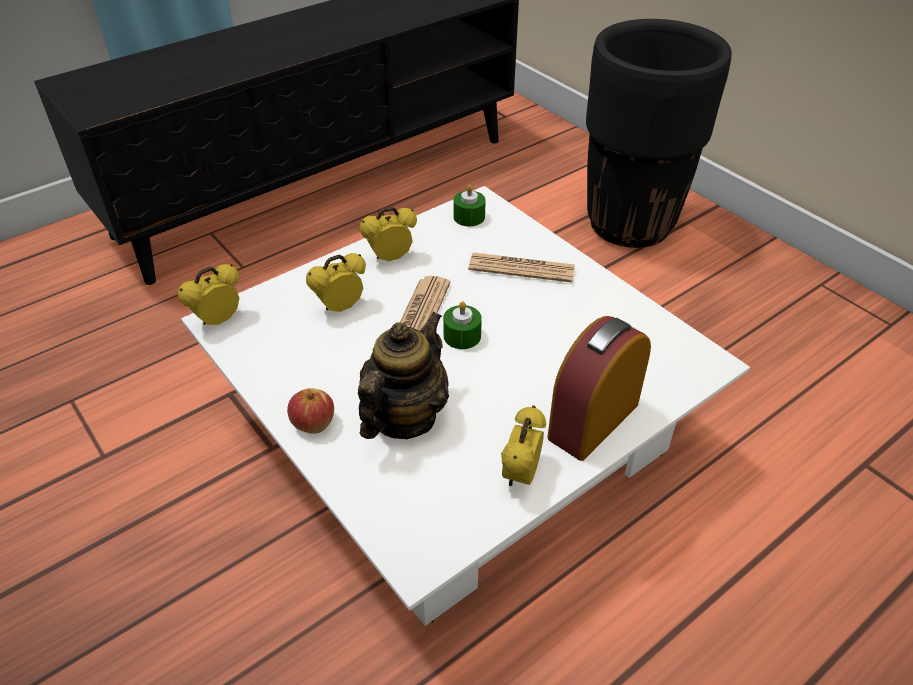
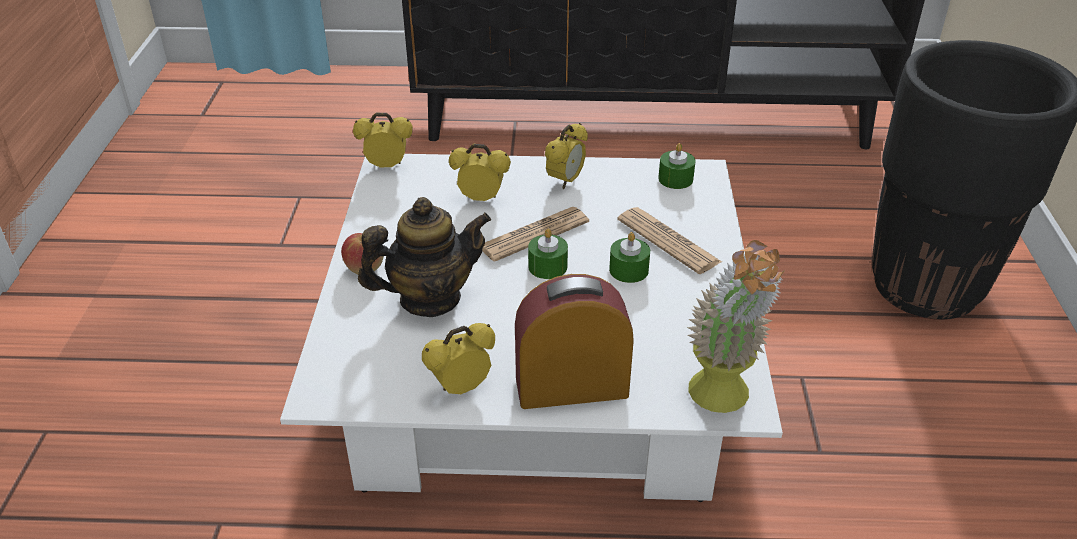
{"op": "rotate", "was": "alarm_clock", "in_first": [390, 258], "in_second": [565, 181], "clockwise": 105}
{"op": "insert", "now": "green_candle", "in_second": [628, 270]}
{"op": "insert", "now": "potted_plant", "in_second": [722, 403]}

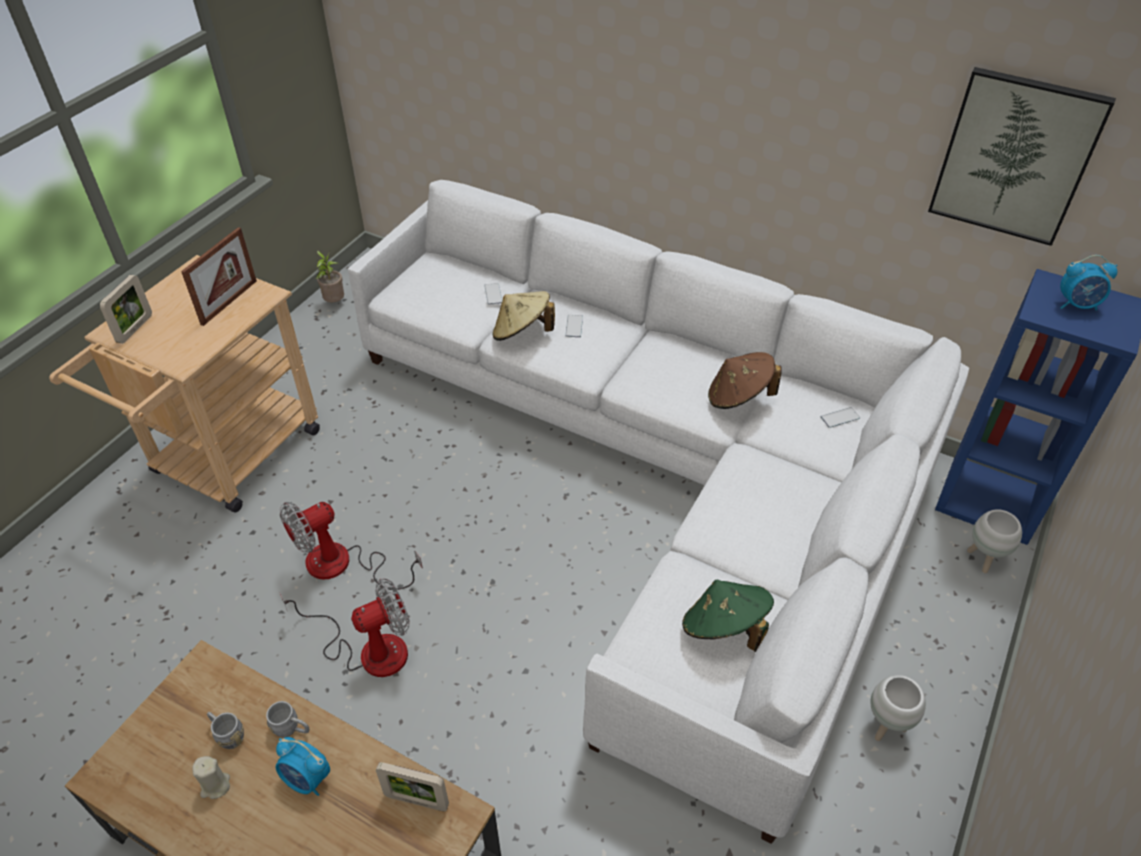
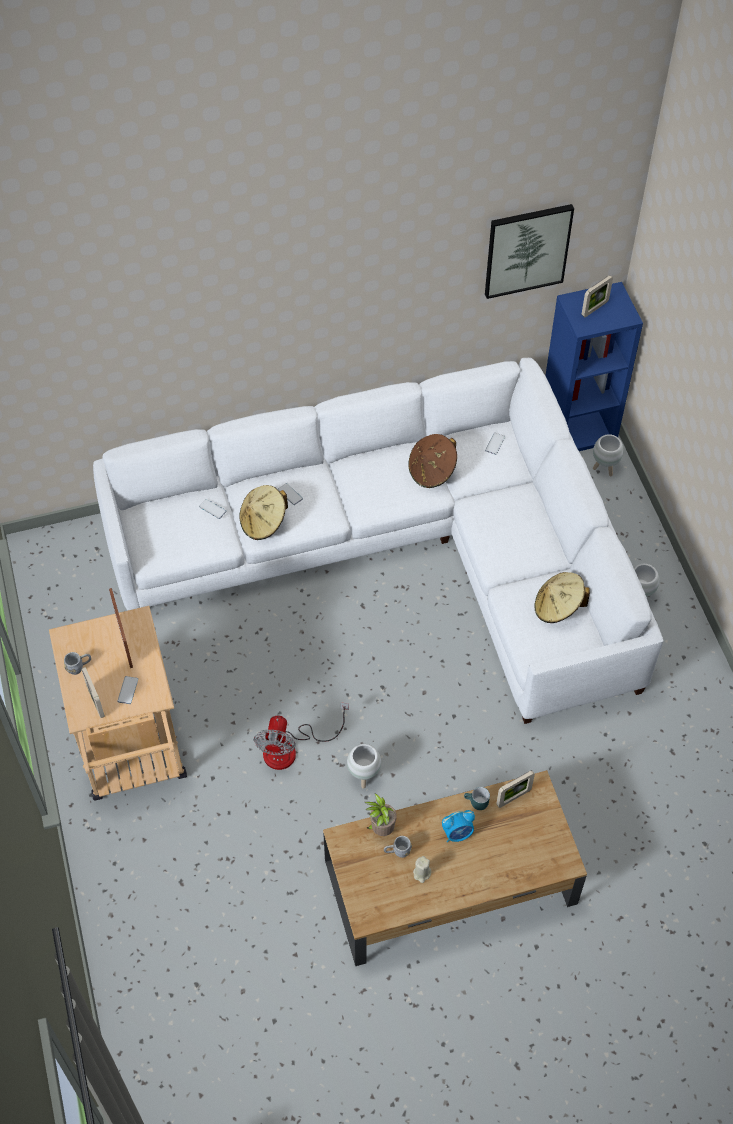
{"op": "move", "was": "grey_mug", "in_first": [292, 729], "in_second": [79, 667]}
{"op": "insert", "now": "phone", "in_second": [128, 690]}
{"op": "replace", "was": "fan", "now": "white_planter", "in_first": [368, 649], "in_second": [363, 776]}
{"op": "move", "was": "potted_plant", "in_first": [334, 302], "in_second": [381, 829]}
{"op": "insert", "now": "turquoise_mug", "in_second": [476, 803]}
{"op": "recolor", "was": "green_hat", "now": "beige_hat", "in_first": [724, 628], "in_second": [558, 607]}
{"op": "replace", "was": "alarm_clock", "now": "picture_frame", "in_first": [1077, 305], "in_second": [594, 308]}

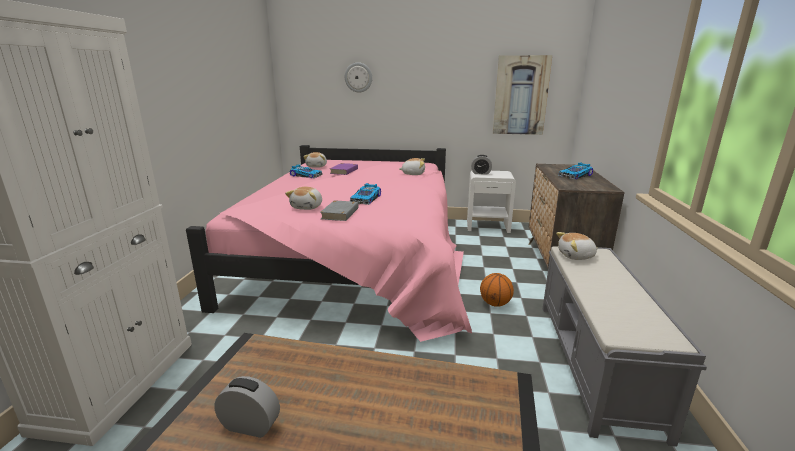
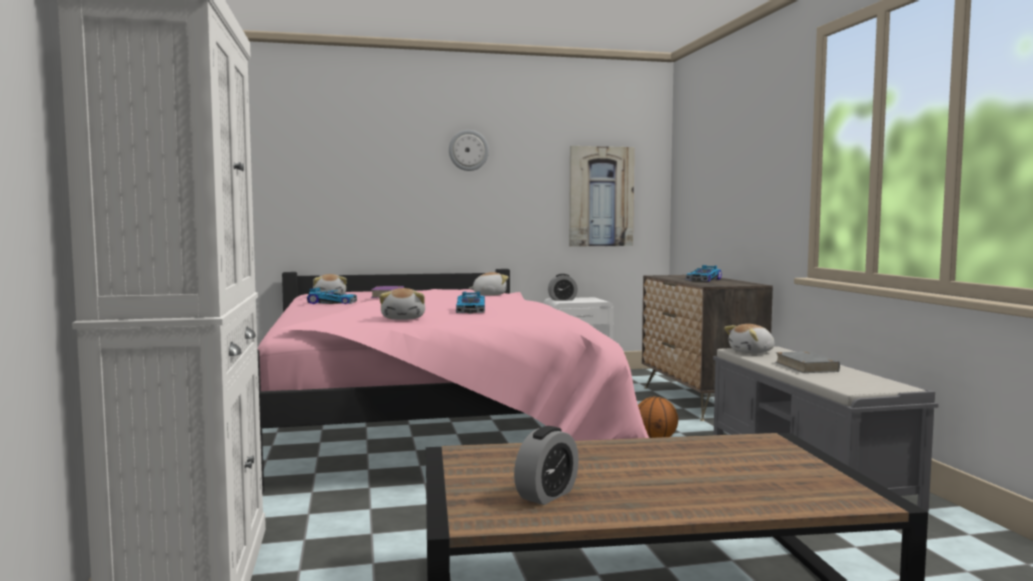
{"op": "move", "was": "wall_clock", "in_first": [358, 77], "in_second": [468, 150]}
{"op": "rotate", "was": "alarm_clock", "in_first": [250, 425], "in_second": [547, 495], "clockwise": 135}
{"op": "move", "was": "grey_book", "in_first": [340, 213], "in_second": [806, 367]}

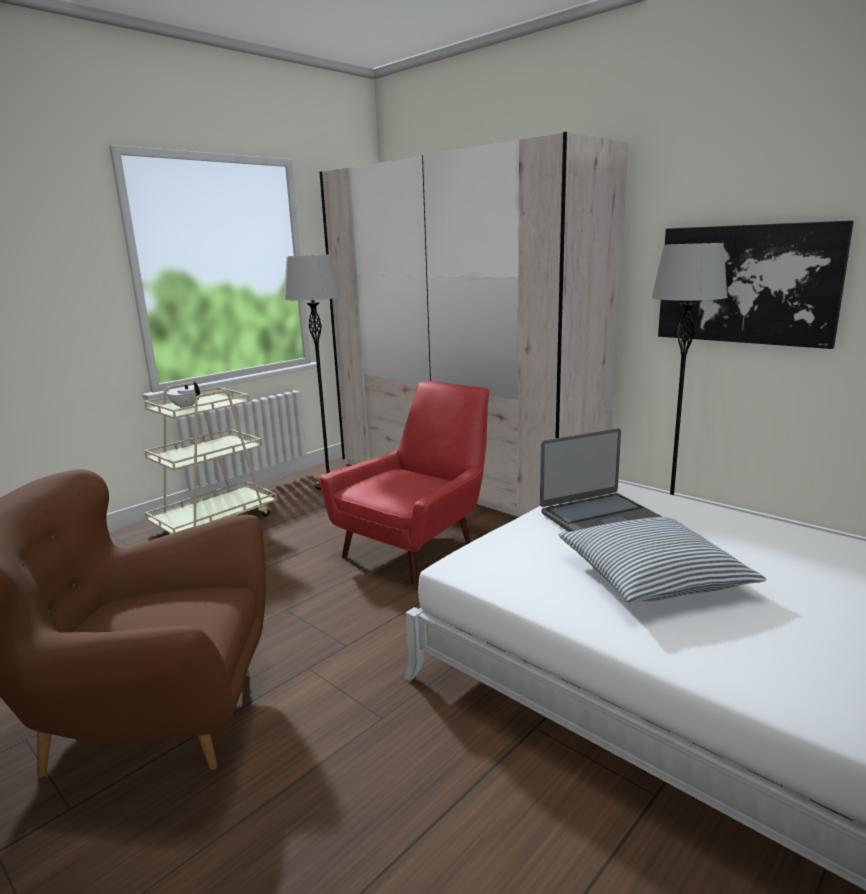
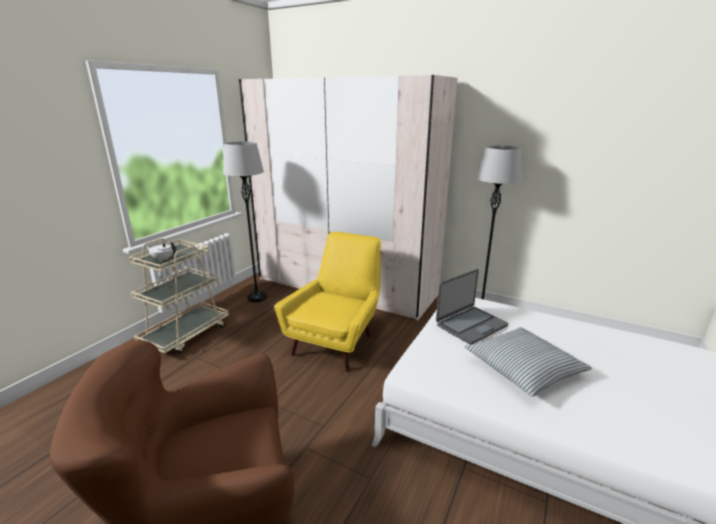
{"op": "recolor", "was": "red_armchair", "now": "yellow_armchair", "in_first": [418, 545], "in_second": [337, 341]}
{"op": "delete", "was": "picture", "in_first": [746, 284]}

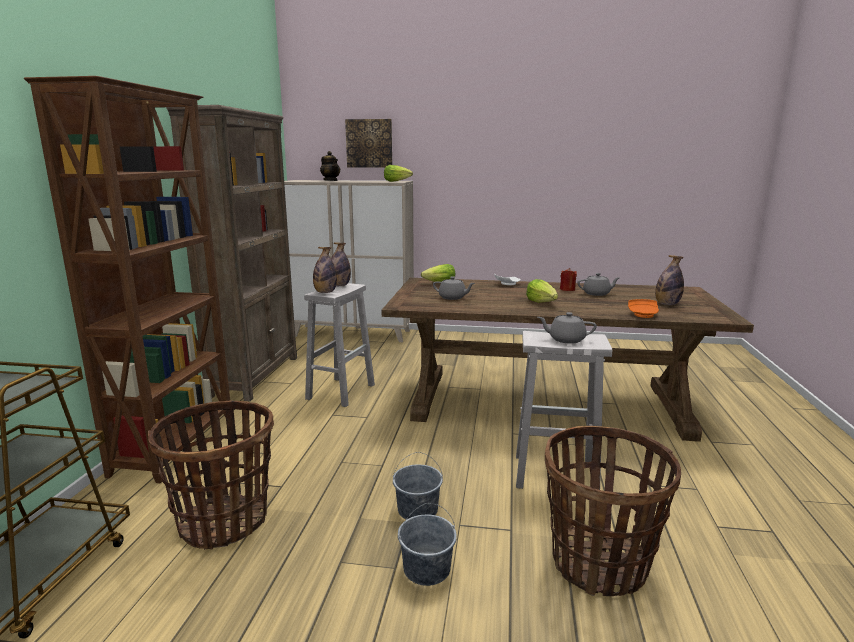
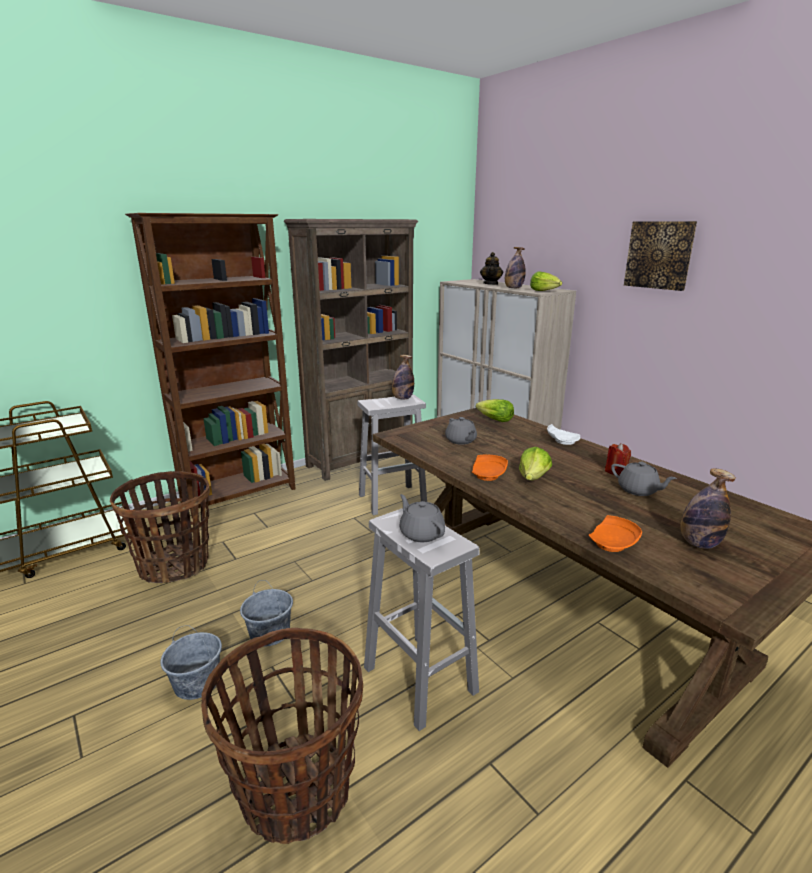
{"op": "insert", "now": "orange_plate", "in_second": [488, 475]}
{"op": "move", "was": "bottle", "in_first": [325, 292], "in_second": [513, 288]}
{"op": "move", "was": "picture", "in_first": [369, 143], "in_second": [659, 255]}

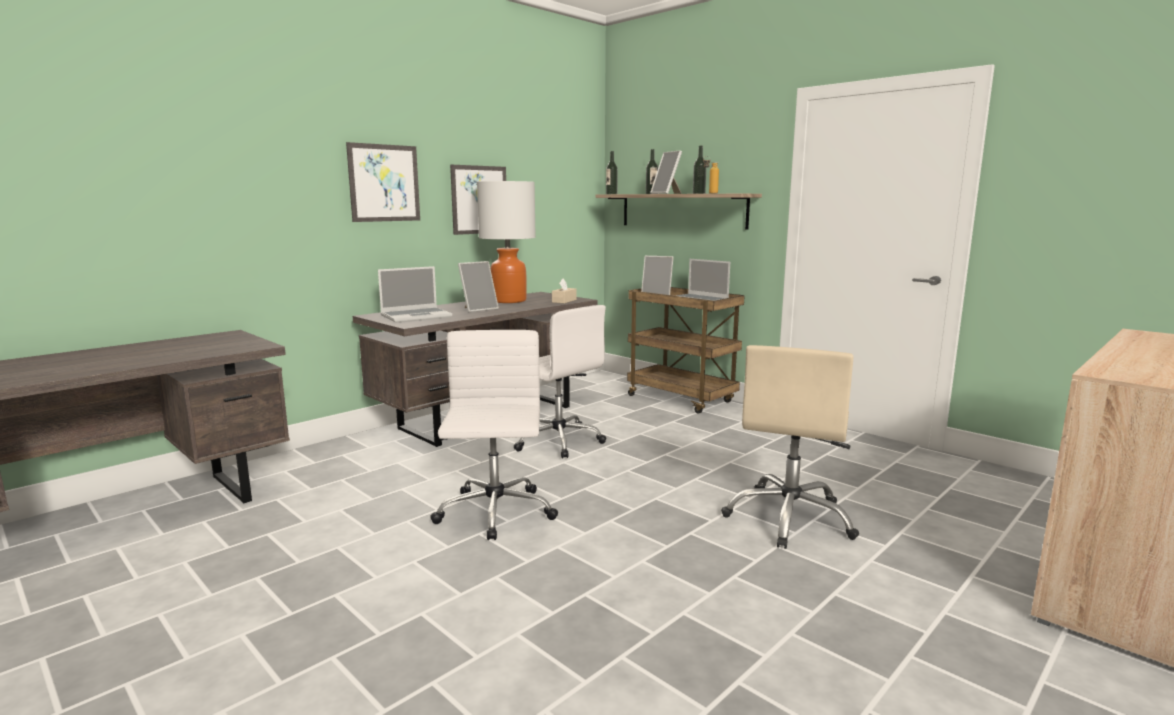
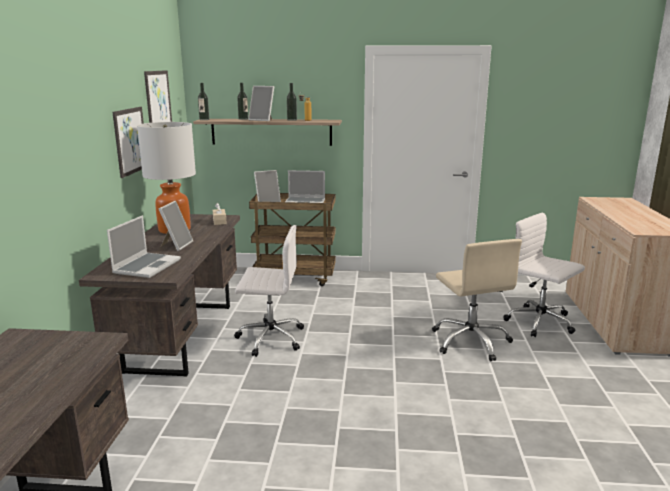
{"op": "move", "was": "picture", "in_first": [384, 183], "in_second": [158, 100]}
{"op": "move", "was": "white_office_chair", "in_first": [495, 513], "in_second": [541, 322]}

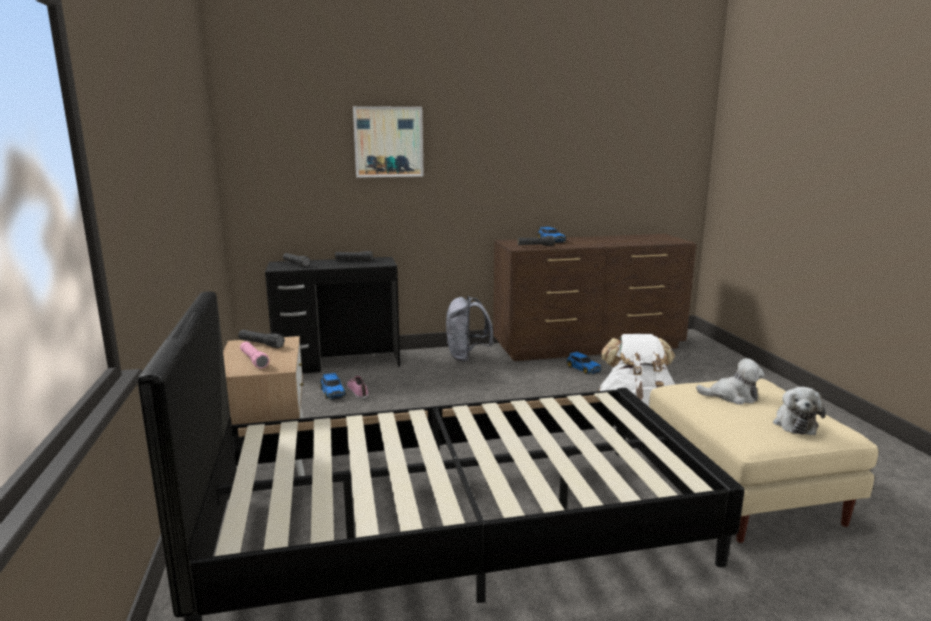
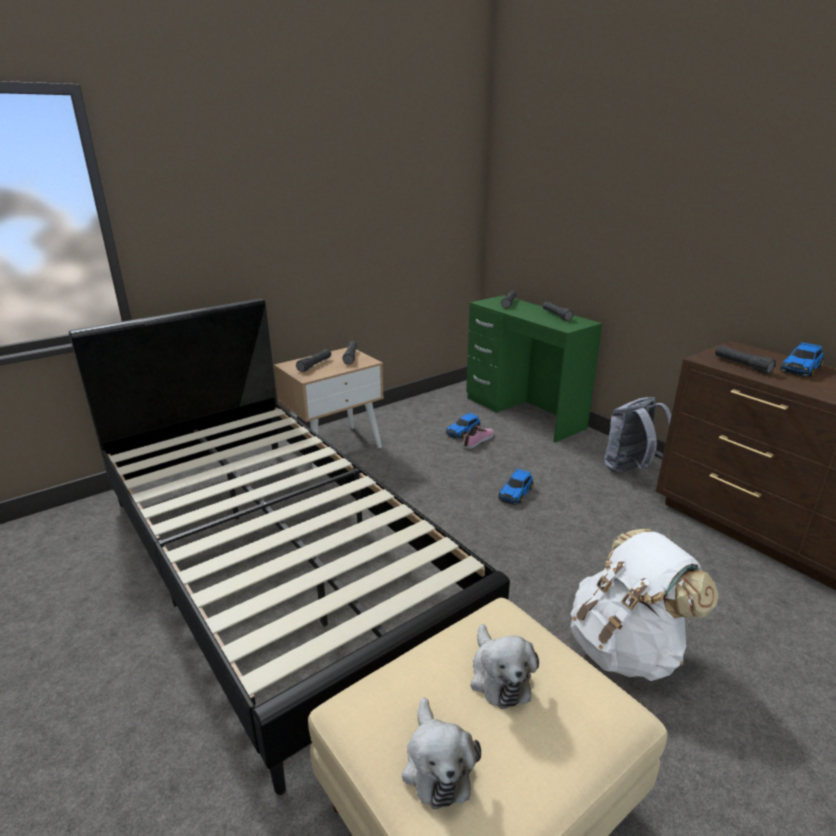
{"op": "recolor", "was": "pink_flashlight", "now": "black_flashlight", "in_first": [254, 360], "in_second": [315, 365]}
{"op": "rotate", "was": "plush_toy", "in_first": [794, 423], "in_second": [436, 764], "clockwise": -90}
{"op": "recolor", "was": "black_desk", "now": "green_desk", "in_first": [338, 363], "in_second": [524, 412]}
{"op": "move", "was": "toy_car", "in_first": [583, 368], "in_second": [516, 492]}
{"op": "delete", "was": "picture", "in_first": [388, 142]}

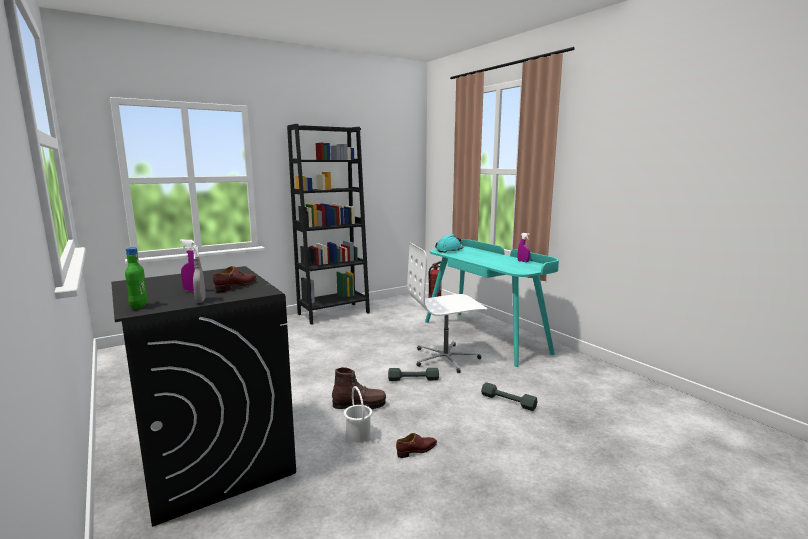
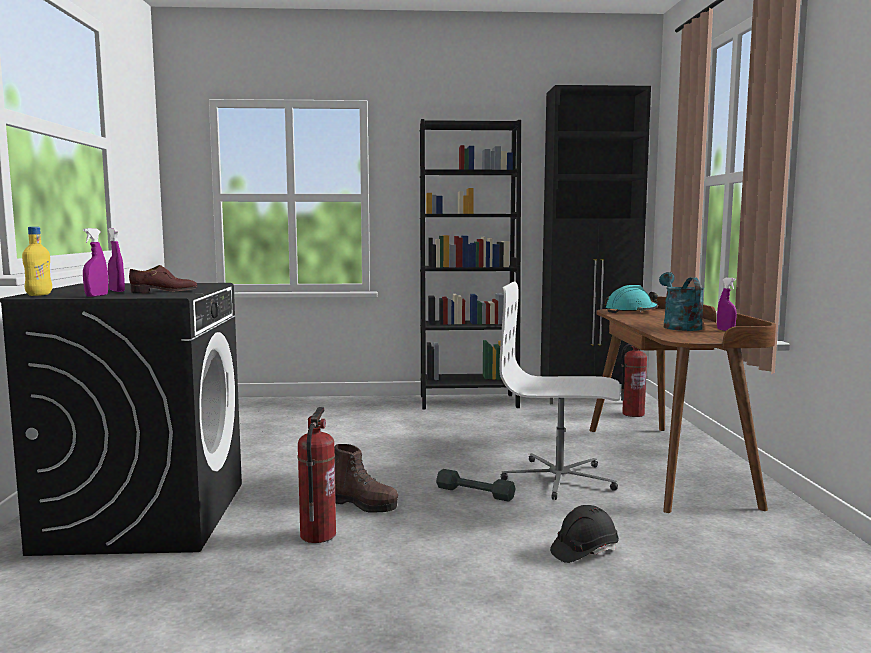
{"op": "recolor", "was": "green_bottle", "now": "yellow_bottle", "in_first": [139, 306], "in_second": [39, 295]}
{"op": "recolor", "was": "grey_spray_bottle", "now": "purple_spray_bottle", "in_first": [200, 301], "in_second": [96, 296]}
{"op": "replace", "was": "white_bucket", "now": "fire_extinguisher", "in_first": [358, 435], "in_second": [317, 535]}
{"op": "insert", "now": "black_cabinet", "in_second": [589, 399]}
{"op": "replace", "was": "grey_dumbbell", "now": "black_hard_hat", "in_first": [508, 401], "in_second": [584, 551]}
{"op": "recolor", "was": "turquoise_desk", "now": "brown_desk", "in_first": [485, 336], "in_second": [666, 464]}
{"op": "insert", "now": "turquoise_watering_can", "in_second": [679, 326]}
{"op": "delete", "was": "brown_shoe", "in_first": [417, 450]}

